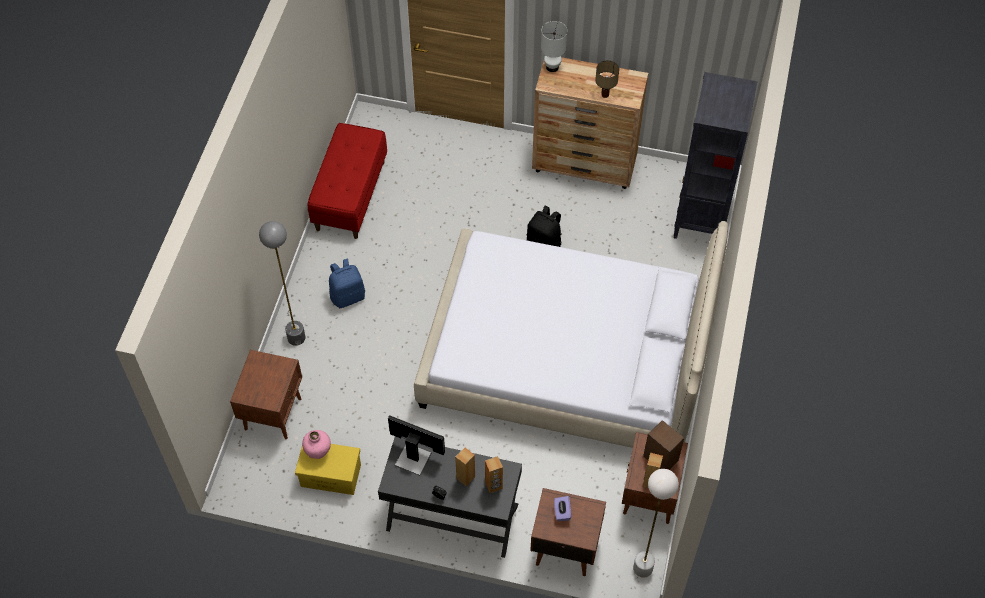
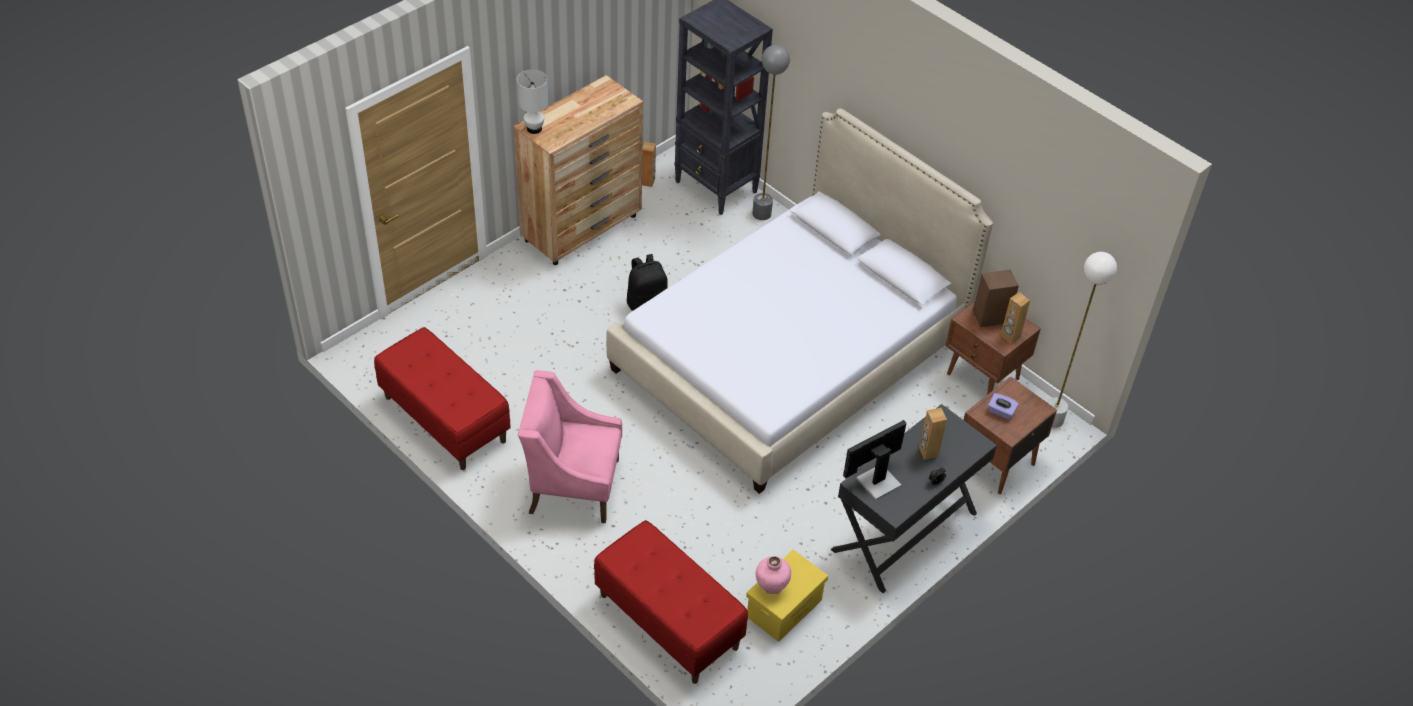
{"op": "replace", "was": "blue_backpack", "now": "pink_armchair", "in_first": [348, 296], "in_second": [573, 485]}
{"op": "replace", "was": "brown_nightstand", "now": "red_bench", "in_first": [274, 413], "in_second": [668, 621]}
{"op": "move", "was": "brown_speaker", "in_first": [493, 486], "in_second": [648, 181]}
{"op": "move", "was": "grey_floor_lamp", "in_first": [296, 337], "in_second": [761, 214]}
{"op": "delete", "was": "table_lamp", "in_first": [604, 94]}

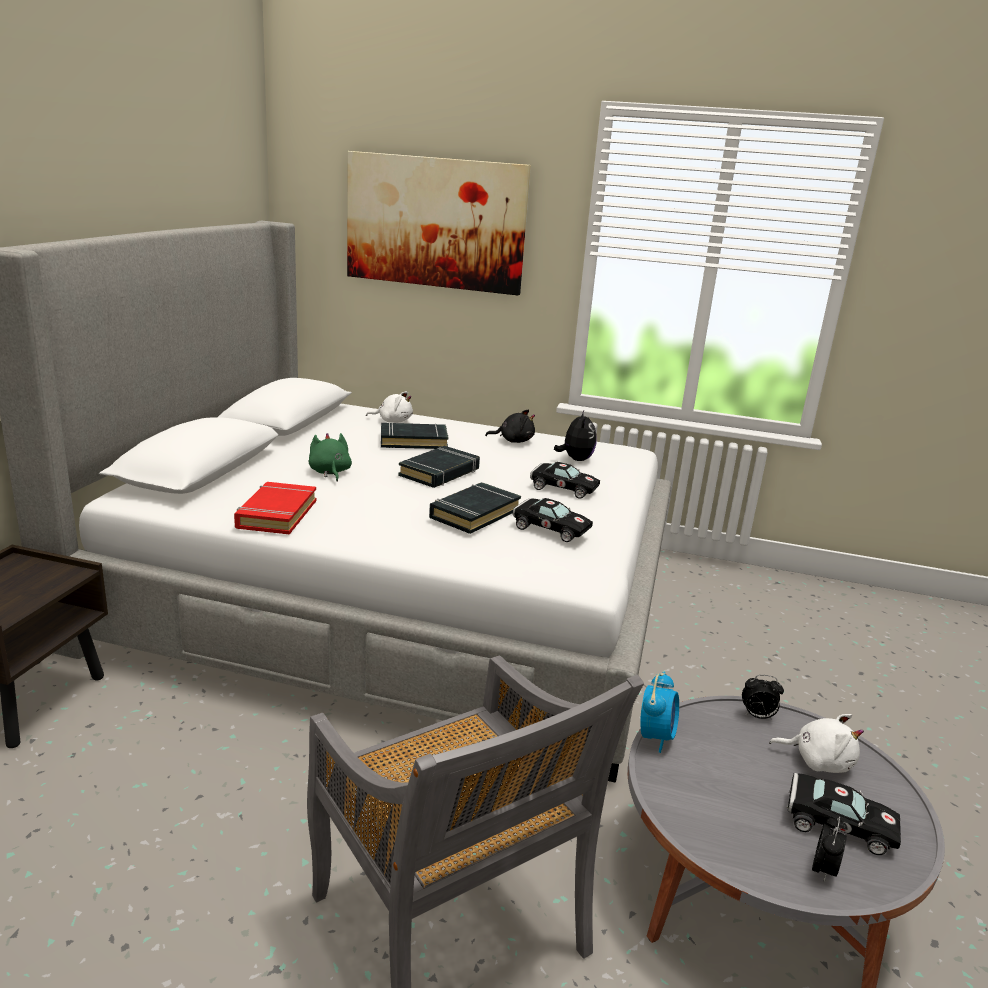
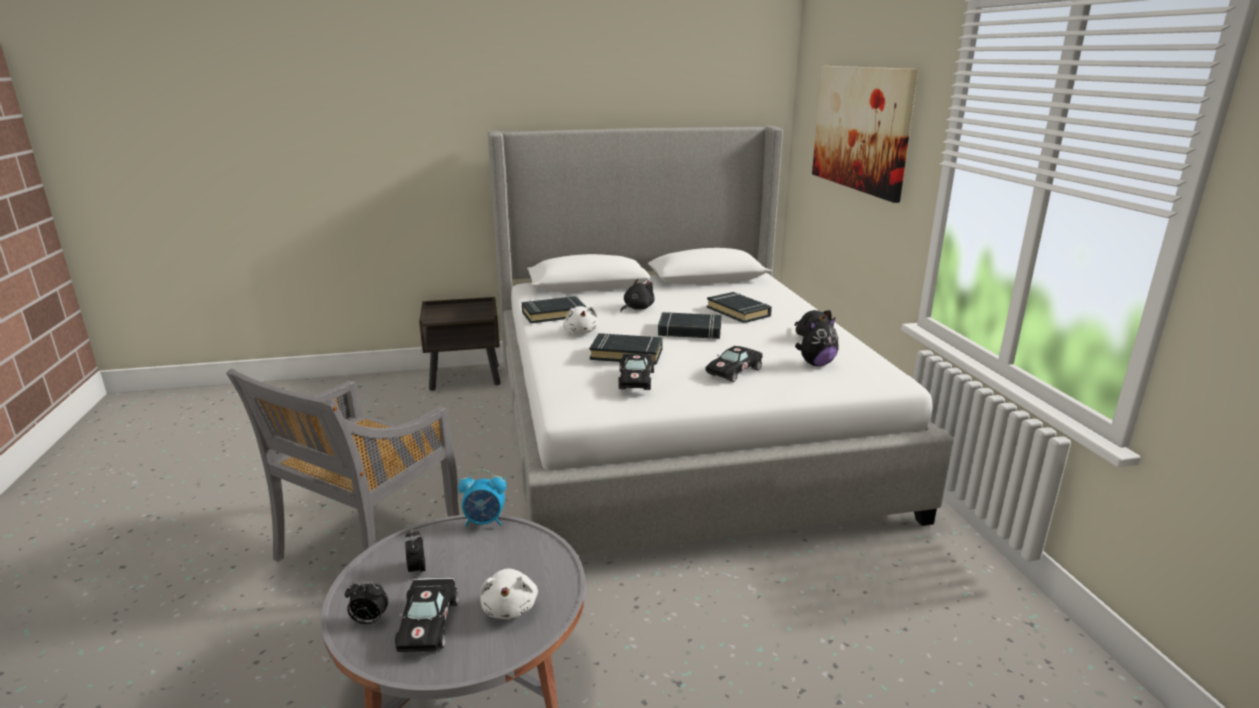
{"op": "move", "was": "alarm_clock", "in_first": [757, 716], "in_second": [417, 570]}
{"op": "recolor", "was": "red_book", "now": "black_book", "in_first": [276, 514], "in_second": [553, 314]}
{"op": "move", "was": "white_plush_toy", "in_first": [393, 421], "in_second": [580, 332]}
{"op": "recolor", "was": "green_plush_toy", "now": "black_plush_toy", "in_first": [330, 472], "in_second": [637, 308]}
{"op": "rotate", "was": "black_toy_car", "in_first": [561, 488], "in_second": [734, 371], "clockwise": 45}

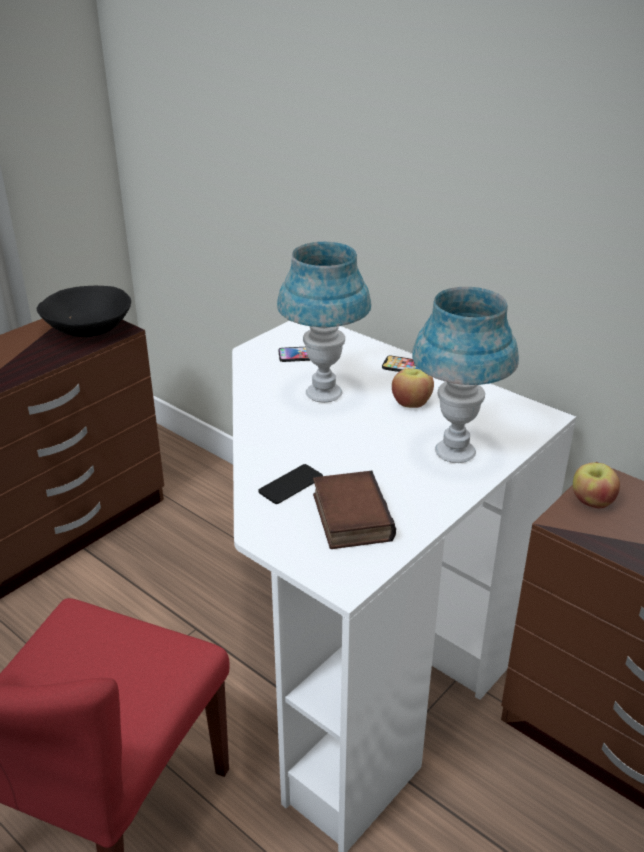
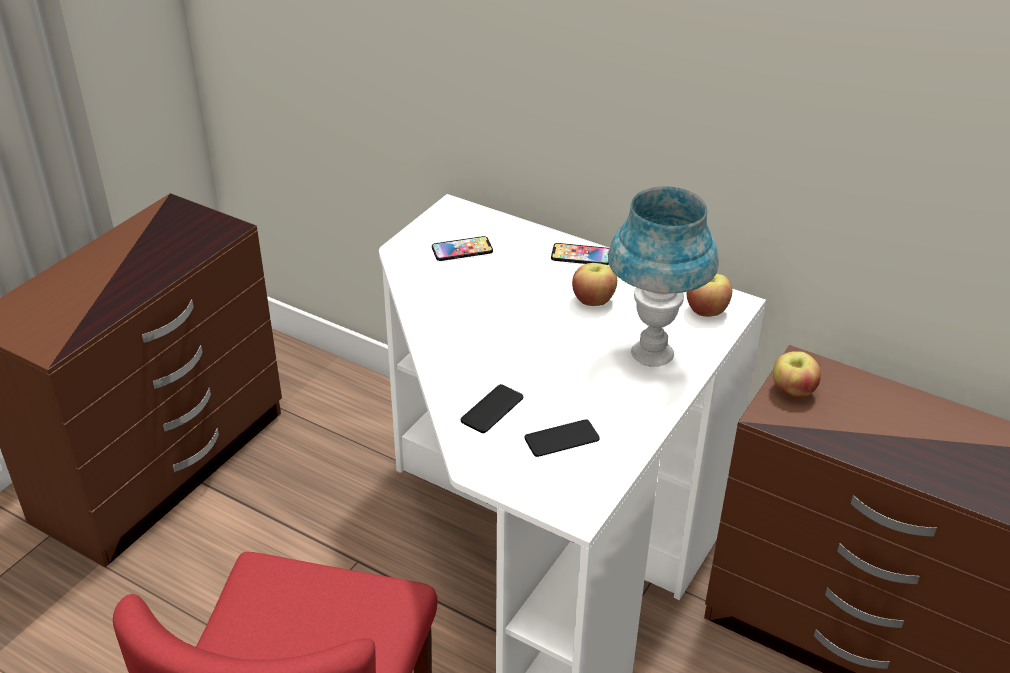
{"op": "replace", "was": "book", "now": "phone", "in_first": [349, 516], "in_second": [561, 439]}
{"op": "insert", "now": "apple", "in_second": [706, 310]}
{"op": "delete", "was": "black_bowl", "in_first": [88, 330]}
{"op": "delete", "was": "blue_table_lamp", "in_first": [324, 394]}

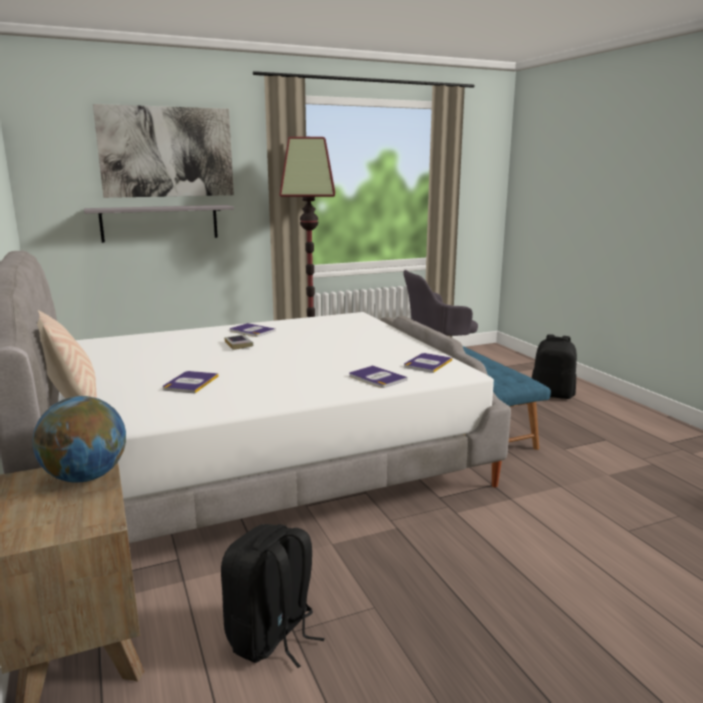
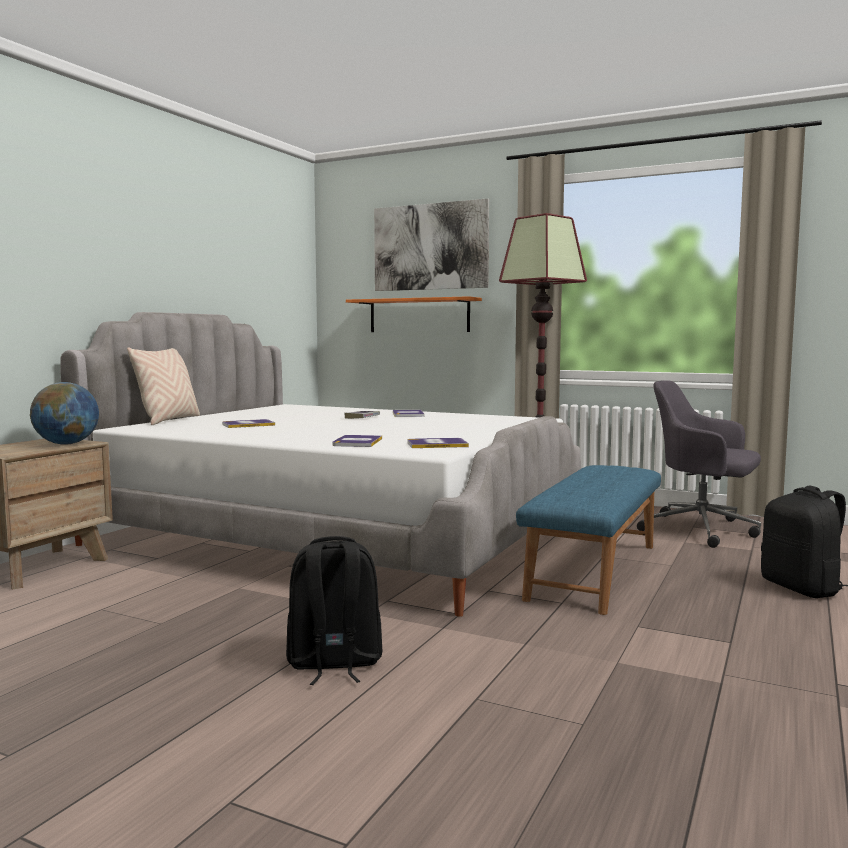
{"op": "move", "was": "black_backpack", "in_first": [272, 637], "in_second": [333, 663]}
{"op": "recolor", "was": "grey_shelf", "now": "orange_shelf", "in_first": [160, 223], "in_second": [419, 315]}

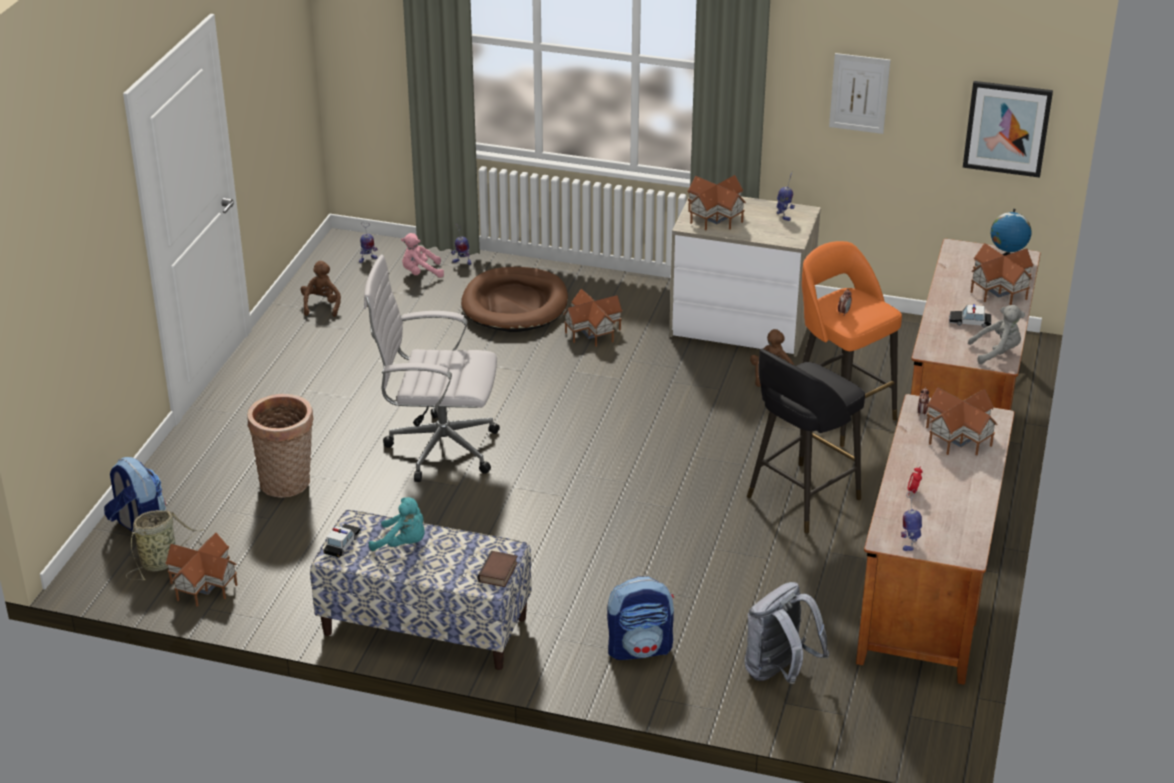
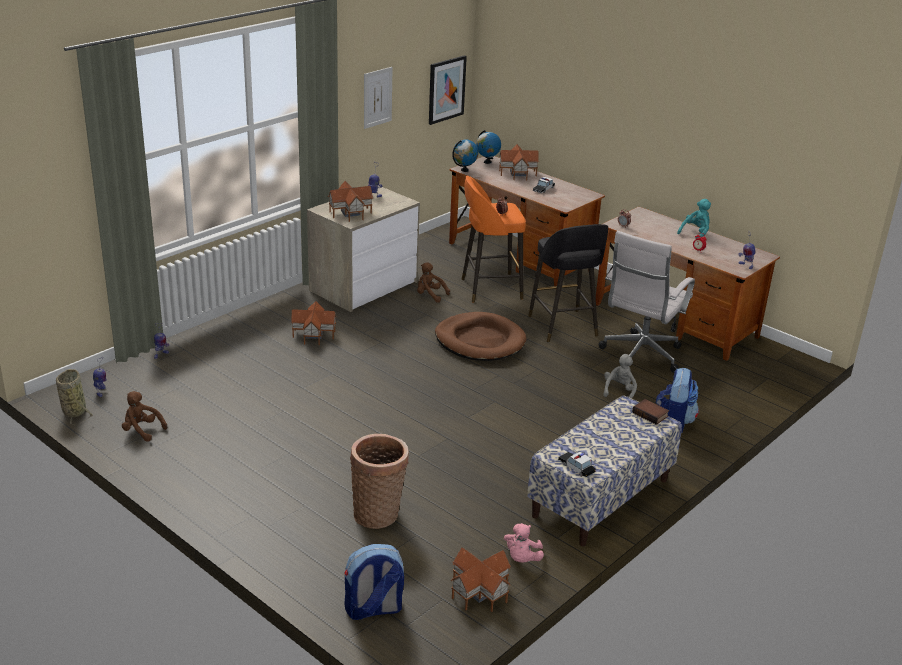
{"op": "move", "was": "basket", "in_first": [161, 562], "in_second": [74, 410]}
{"op": "move", "was": "brown_dog_bed", "in_first": [515, 304], "in_second": [480, 341]}
{"op": "insert", "now": "globe", "in_second": [464, 170]}
{"op": "move", "was": "pink_plush_toy", "in_first": [420, 273], "in_second": [522, 558]}
{"op": "move", "was": "white_office_chair", "in_first": [437, 448], "in_second": [640, 356]}
{"op": "move", "was": "grey_plush_toy", "in_first": [997, 352], "in_second": [619, 391]}
{"op": "move", "was": "turquoise_plush_toy", "in_first": [403, 544], "in_second": [695, 234]}
{"op": "delete", "was": "grey_backpack", "in_first": [779, 672]}
{"op": "delete", "was": "toy_house", "in_first": [958, 437]}

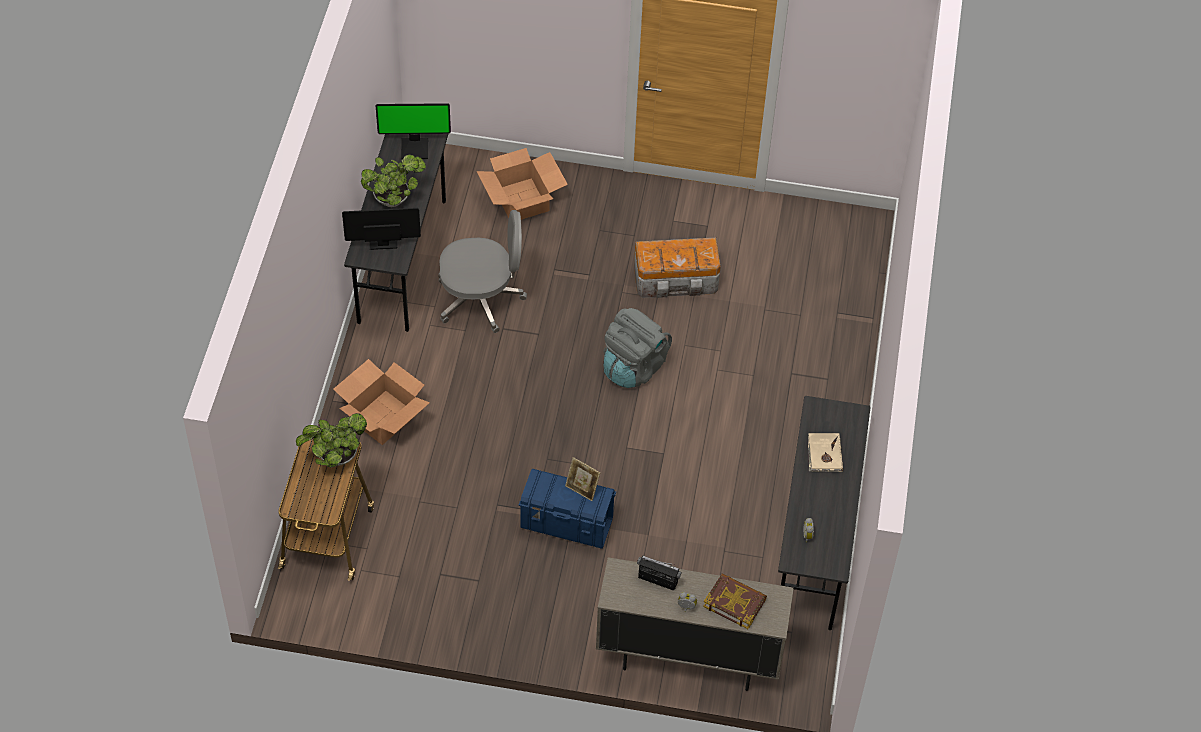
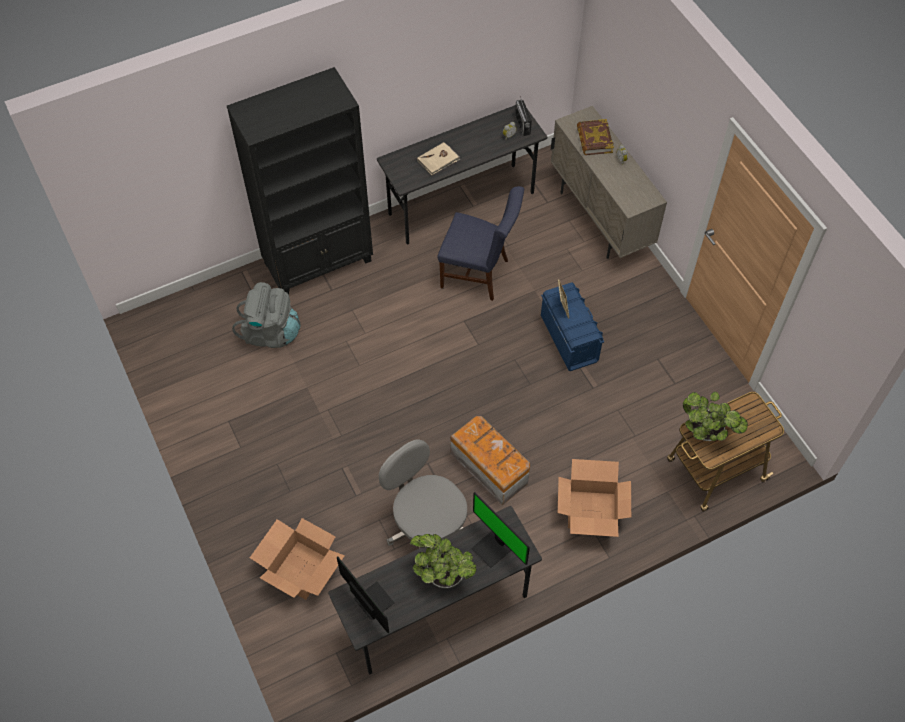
{"op": "insert", "now": "black_bookcase", "in_second": [319, 262]}
{"op": "move", "was": "grey_backpack", "in_first": [633, 367], "in_second": [271, 332]}
{"op": "insert", "now": "blue_chair", "in_second": [479, 274]}
{"op": "move", "was": "storage_box", "in_first": [677, 280], "in_second": [489, 466]}
{"op": "move", "was": "radio", "in_first": [657, 580], "in_second": [522, 125]}

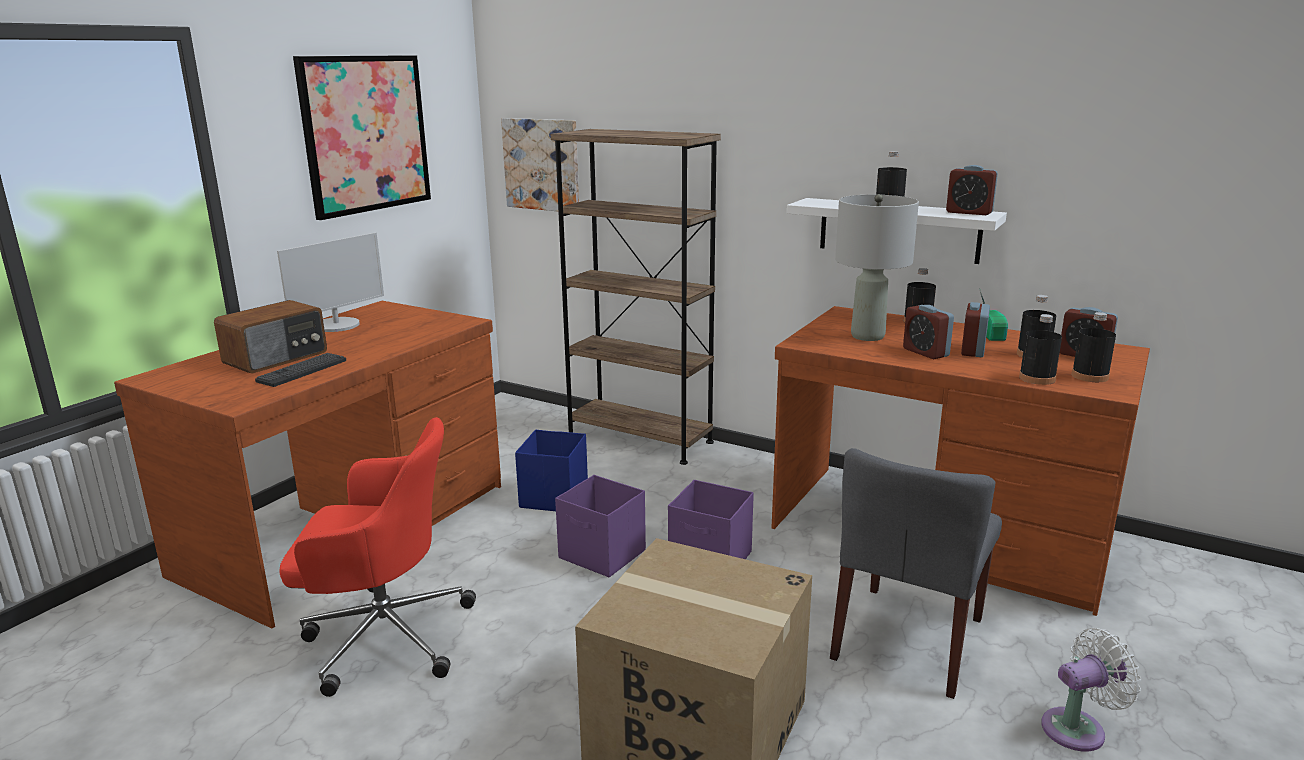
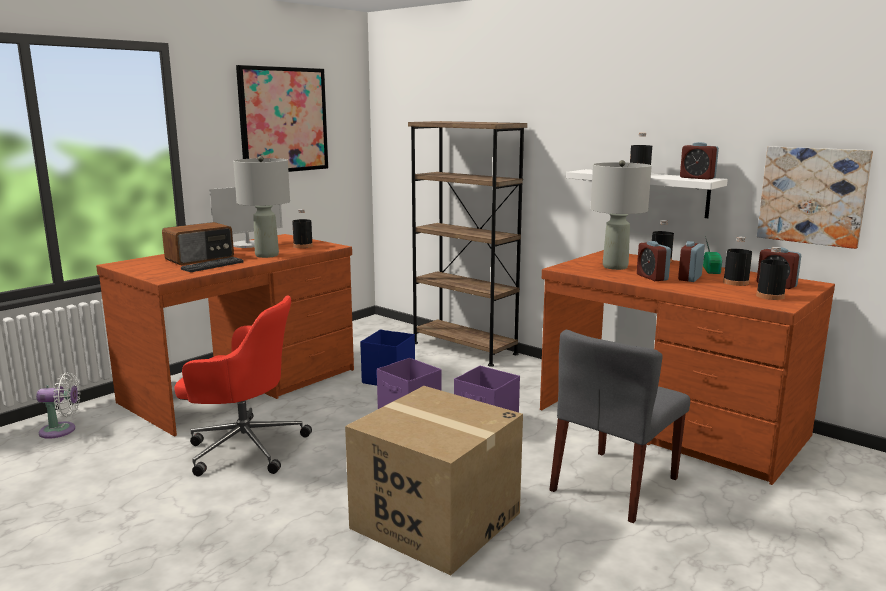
{"op": "move", "was": "white_fan", "in_first": [1078, 728], "in_second": [61, 430]}
{"op": "insert", "now": "grey_table_lamp", "in_second": [267, 255]}
{"op": "move", "was": "black_bottle", "in_first": [1037, 378], "in_second": [303, 246]}
{"op": "move", "was": "picture", "in_first": [542, 164], "in_second": [812, 195]}

